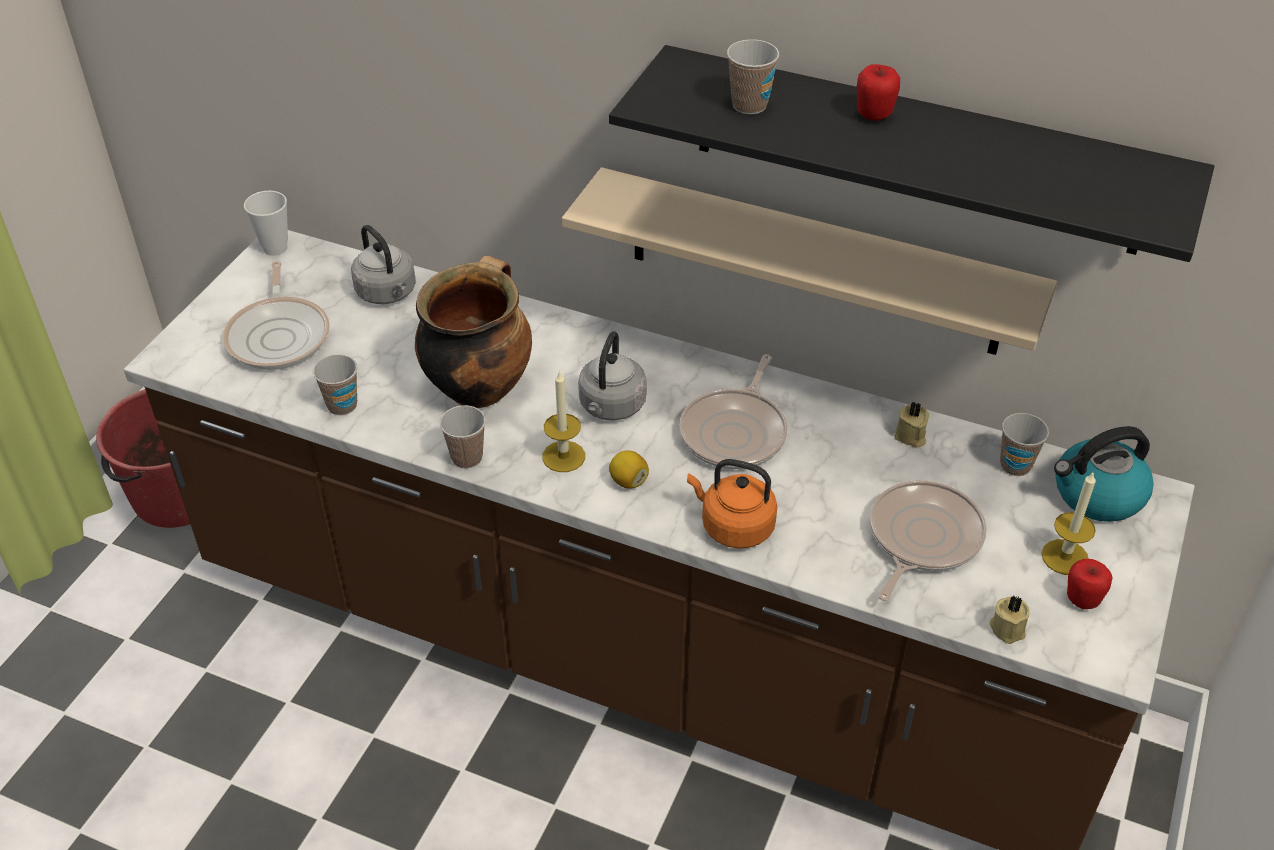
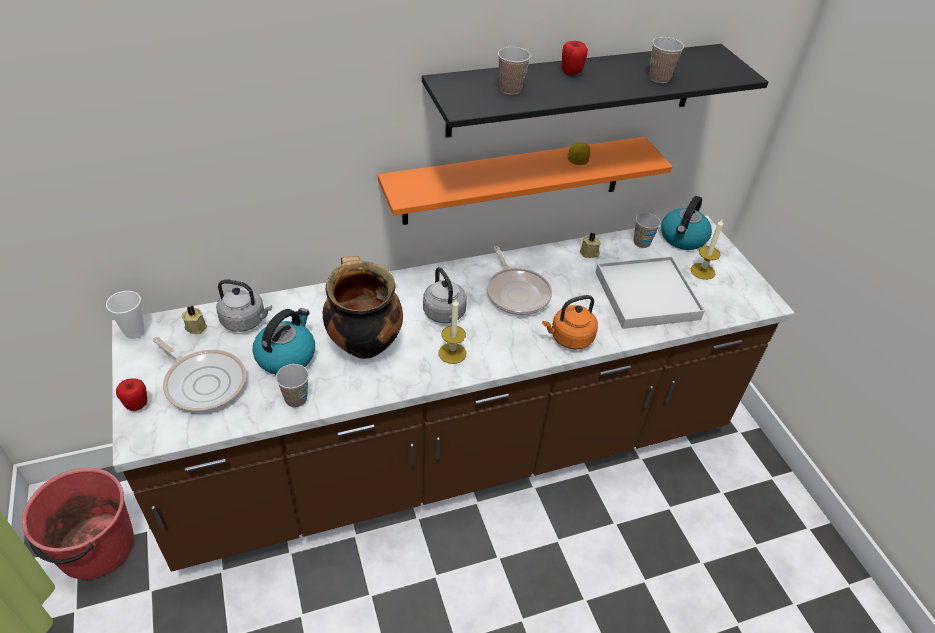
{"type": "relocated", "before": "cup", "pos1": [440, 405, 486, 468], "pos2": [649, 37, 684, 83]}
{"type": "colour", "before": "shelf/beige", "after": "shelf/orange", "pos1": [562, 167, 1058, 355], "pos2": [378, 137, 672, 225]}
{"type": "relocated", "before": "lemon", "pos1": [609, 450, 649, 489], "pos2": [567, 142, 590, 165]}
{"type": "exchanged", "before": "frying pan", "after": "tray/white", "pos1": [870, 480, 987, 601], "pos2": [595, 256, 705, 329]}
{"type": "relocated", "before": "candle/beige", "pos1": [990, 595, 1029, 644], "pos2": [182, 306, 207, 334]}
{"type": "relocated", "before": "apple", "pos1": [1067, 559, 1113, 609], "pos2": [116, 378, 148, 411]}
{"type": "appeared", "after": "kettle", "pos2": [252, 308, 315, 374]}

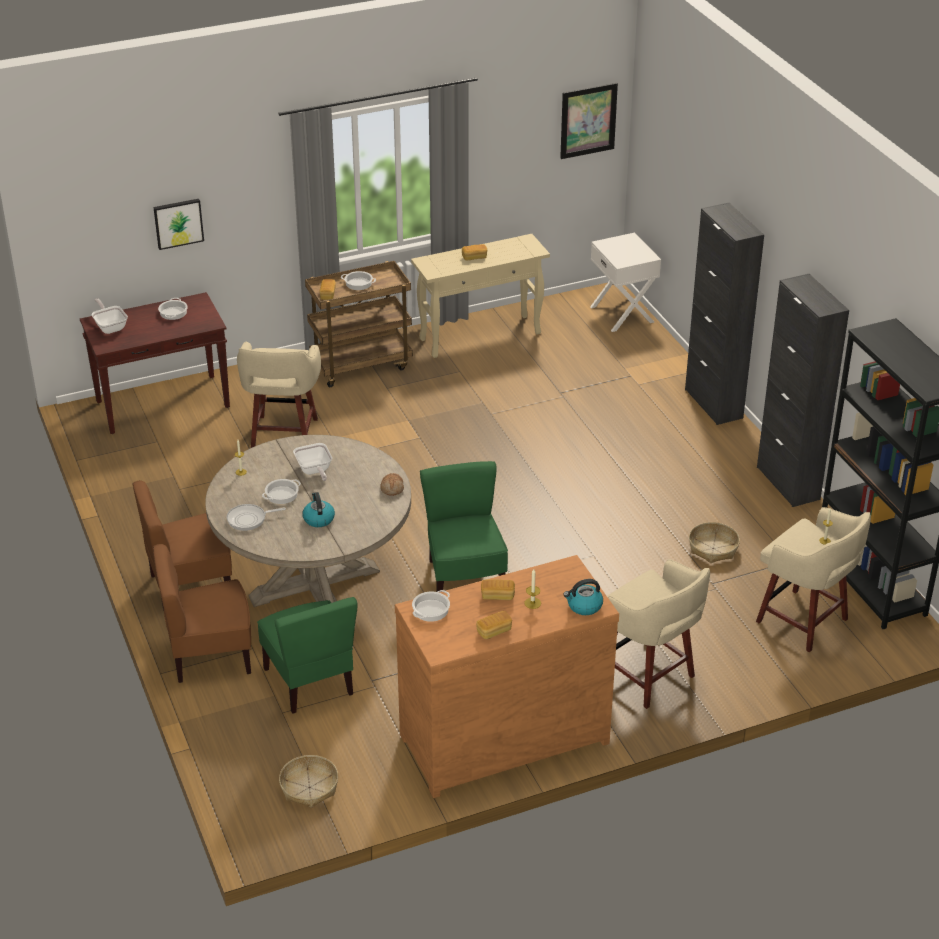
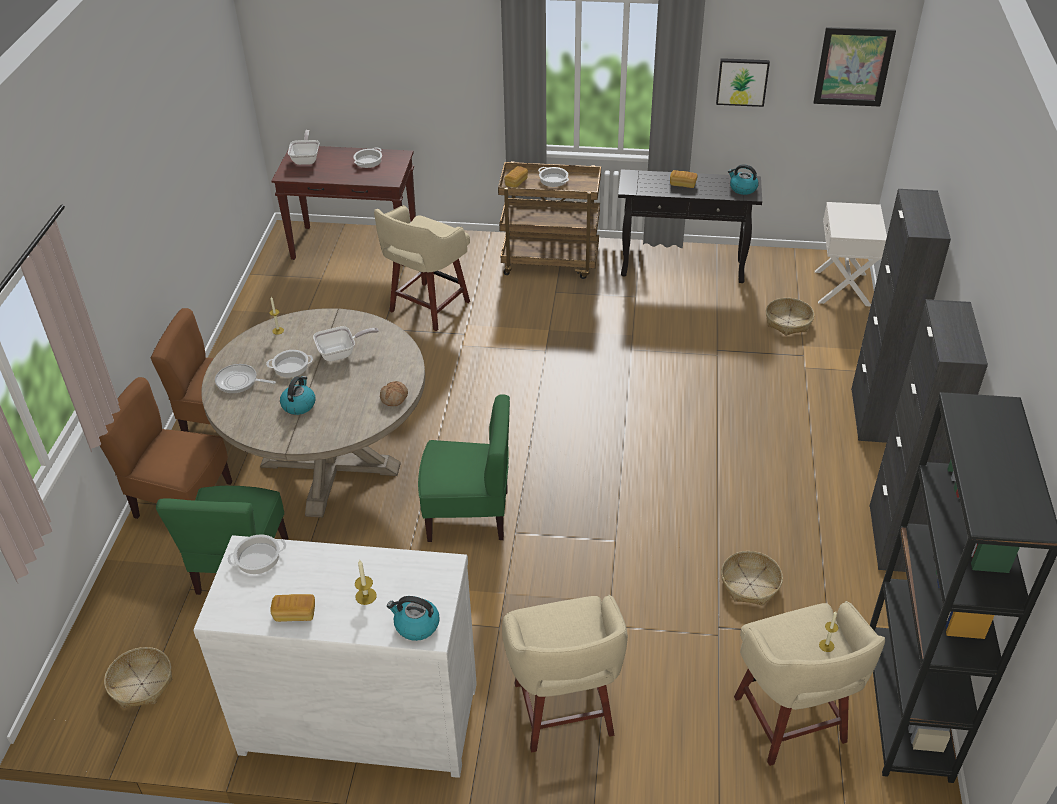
{"type": "relocated", "before": "picture", "pos1": [153, 199, 204, 250], "pos2": [716, 58, 770, 107]}
{"type": "spun", "before": "frying pan", "pos1": [293, 443, 332, 481], "pos2": [313, 326, 379, 361], "turn": -120}
{"type": "colour", "before": "dresser/brown", "after": "dresser/white", "pos1": [395, 555, 619, 798], "pos2": [193, 535, 477, 778]}
{"type": "colour", "before": "console table/beige", "after": "console table/black", "pos1": [411, 234, 550, 358], "pos2": [618, 169, 762, 283]}
{"type": "spun", "before": "chair/green", "pos1": [420, 461, 508, 592], "pos2": [418, 394, 510, 542], "turn": 75}
{"type": "missing", "before": "bread", "pos1": [481, 579, 515, 600]}
{"type": "appeared", "after": "kettle", "pos2": [728, 164, 759, 195]}
{"type": "appeared", "after": "basket", "pos2": [766, 298, 814, 336]}

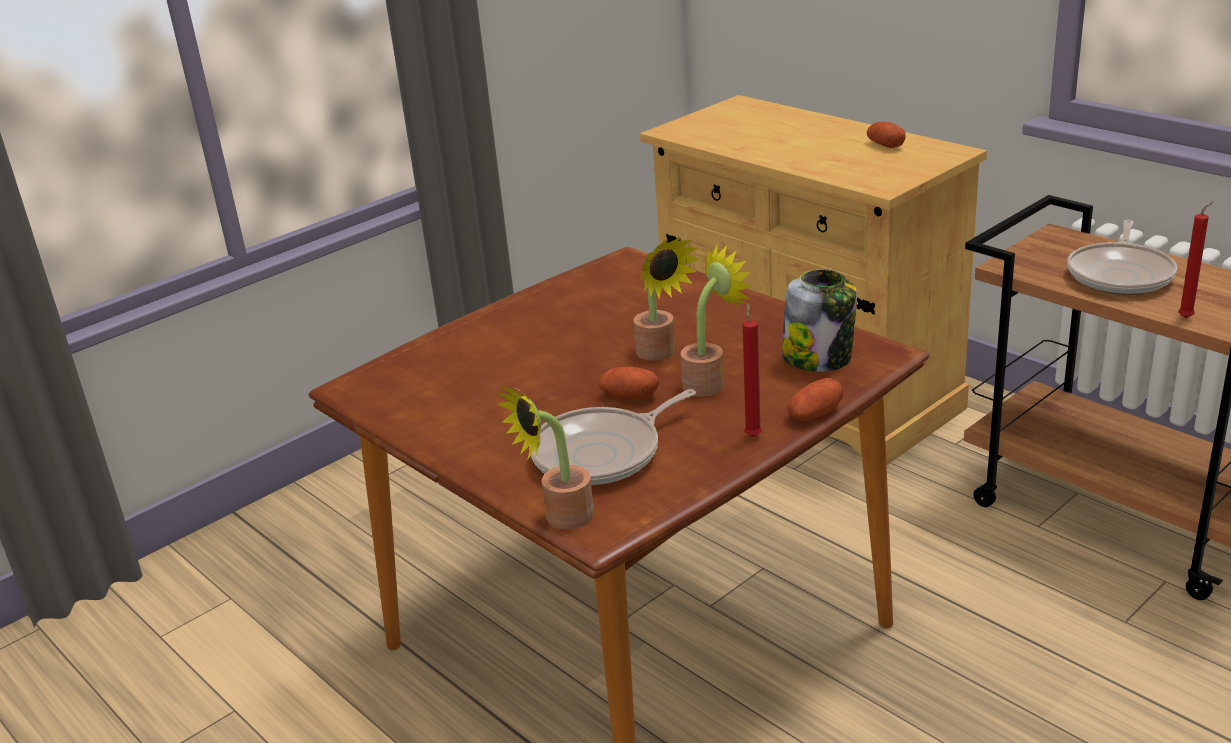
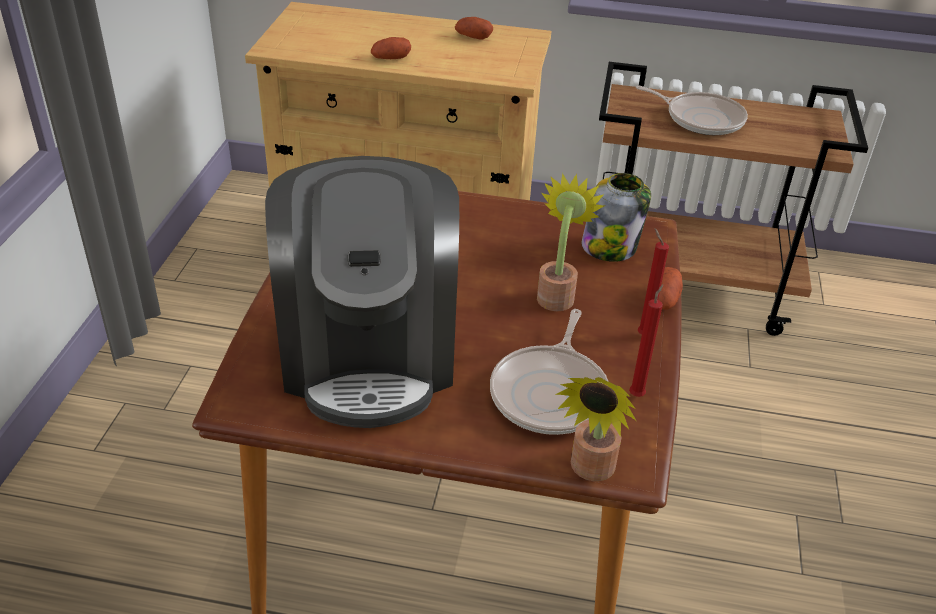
{"type": "relocated", "before": "potato", "pos1": [599, 366, 659, 400], "pos2": [371, 37, 411, 59]}
{"type": "missing", "before": "potted plant", "pos1": [634, 237, 700, 361]}
{"type": "spun", "before": "frying pan", "pos1": [1067, 220, 1177, 295], "pos2": [636, 86, 748, 135], "turn": -45}
{"type": "relocated", "before": "candle/red", "pos1": [1178, 201, 1214, 318], "pos2": [629, 284, 663, 397]}
{"type": "appeared", "after": "coffee machine", "pos2": [265, 156, 459, 428]}

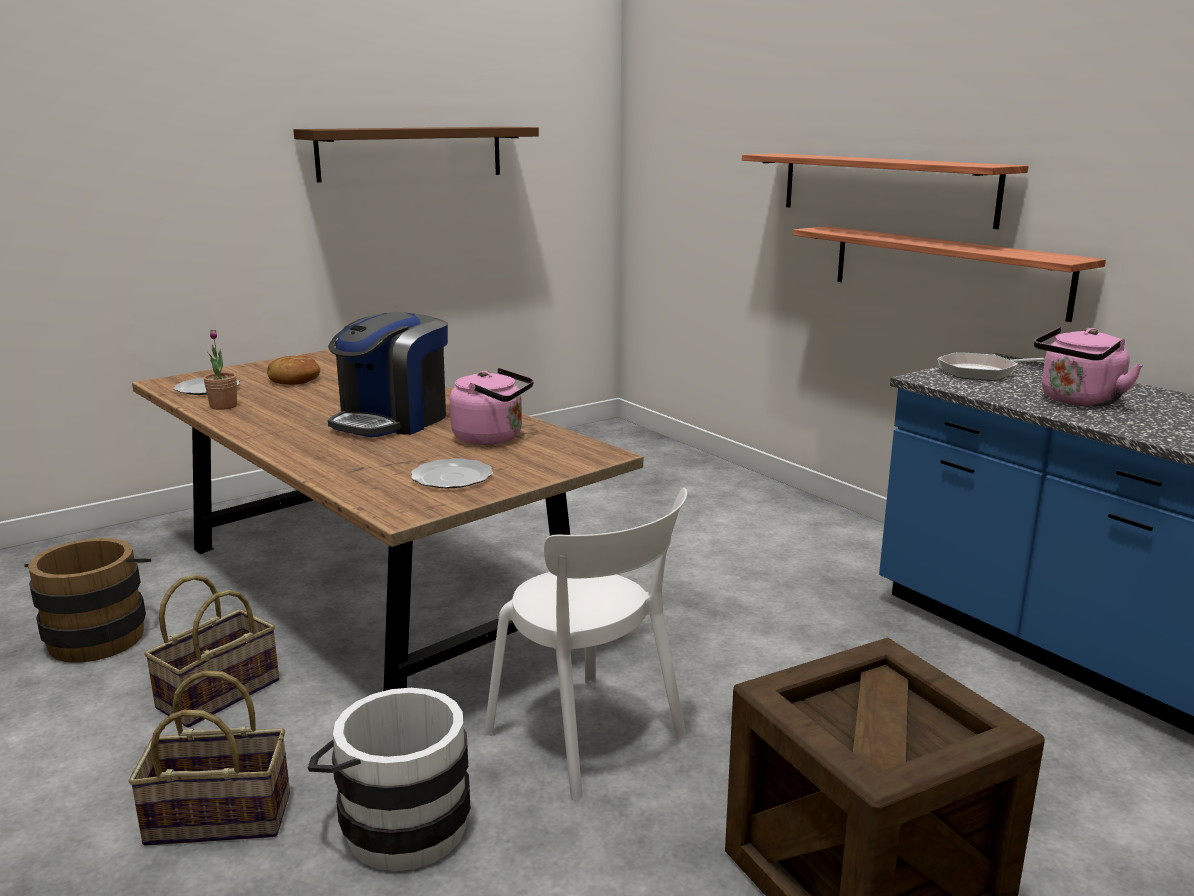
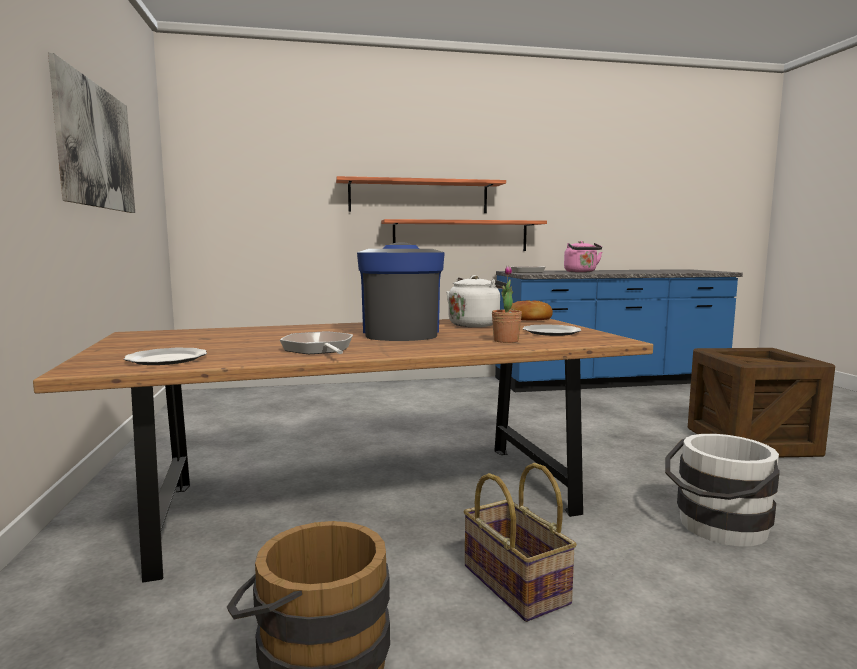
{"type": "missing", "before": "basket", "pos1": [128, 670, 290, 846]}
{"type": "relocated", "before": "potted plant", "pos1": [204, 330, 237, 410], "pos2": [492, 266, 522, 343]}
{"type": "relocated", "before": "bread", "pos1": [267, 355, 320, 385], "pos2": [510, 300, 553, 321]}
{"type": "exchanged", "before": "shelf/brown", "after": "picture", "pos1": [293, 127, 539, 182], "pos2": [48, 53, 135, 213]}
{"type": "spun", "before": "coffee machine", "pos1": [328, 312, 448, 438], "pos2": [357, 243, 445, 341], "turn": -150}
{"type": "colour", "before": "kettle/pink", "after": "kettle/white", "pos1": [450, 368, 534, 445], "pos2": [446, 275, 507, 327]}
{"type": "missing", "before": "chair/white", "pos1": [484, 488, 687, 801]}
{"type": "appeared", "after": "frying pan", "pos2": [280, 331, 353, 354]}

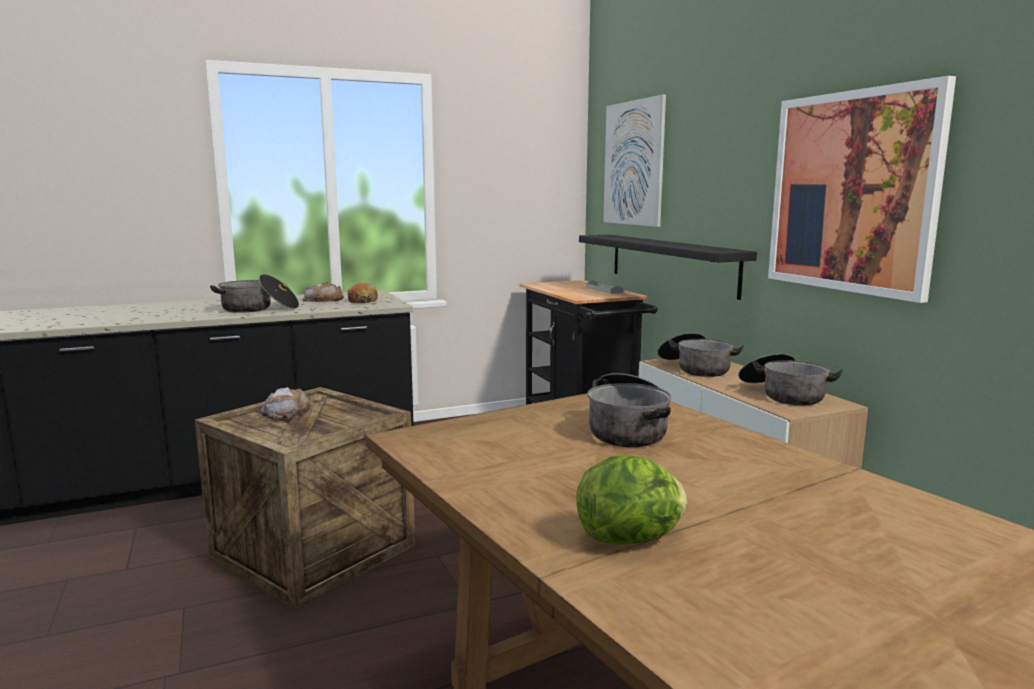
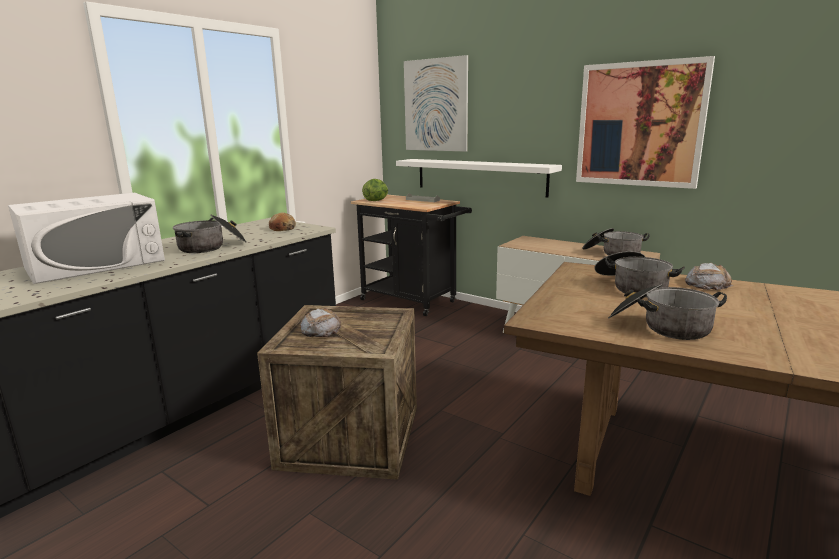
{"type": "relocated", "before": "bread", "pos1": [303, 282, 343, 302], "pos2": [685, 263, 733, 290]}
{"type": "relocated", "before": "lettuce", "pos1": [576, 455, 687, 545], "pos2": [362, 179, 388, 201]}
{"type": "colour", "before": "shelf/black", "after": "shelf/white", "pos1": [579, 235, 757, 300], "pos2": [396, 159, 562, 198]}
{"type": "relocated", "before": "cooking pot", "pos1": [657, 333, 744, 377], "pos2": [608, 284, 727, 340]}
{"type": "appeared", "after": "microwave/white", "pos2": [8, 193, 165, 284]}

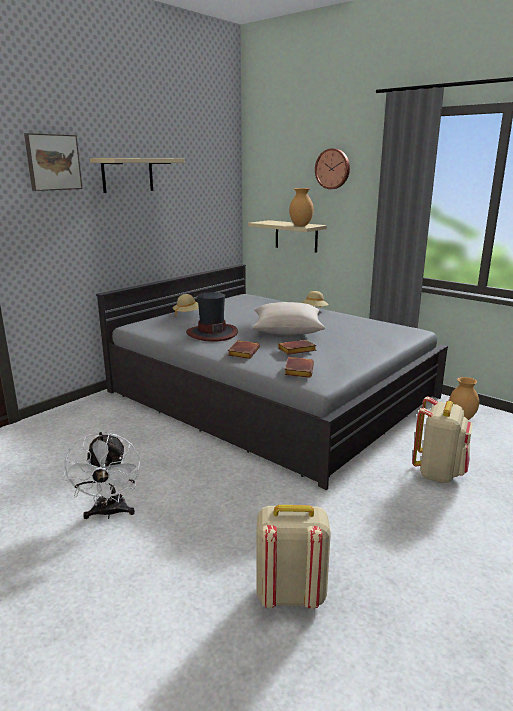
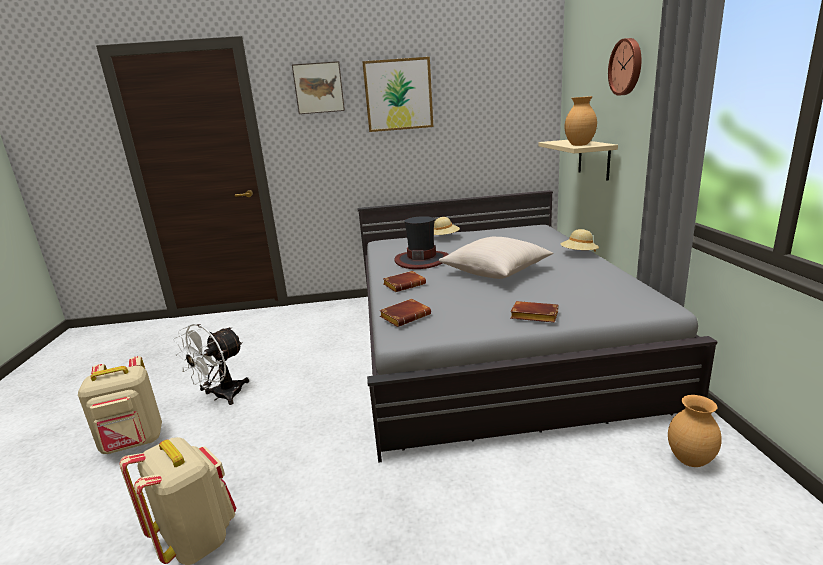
{"type": "exchanged", "before": "shelf/beige", "after": "picture", "pos1": [90, 158, 185, 193], "pos2": [362, 57, 433, 132]}
{"type": "relocated", "before": "book/brown", "pos1": [278, 340, 317, 354], "pos2": [510, 301, 558, 323]}
{"type": "relocated", "before": "backpack/beige", "pos1": [412, 397, 473, 483], "pos2": [78, 356, 162, 454]}

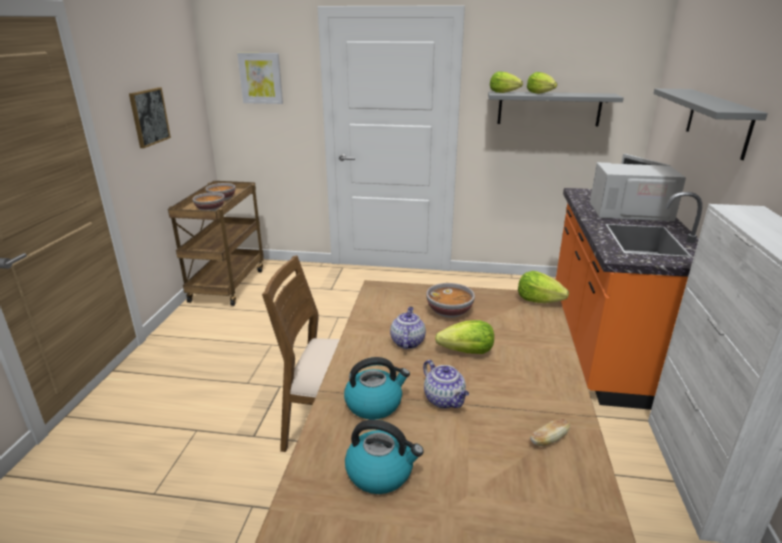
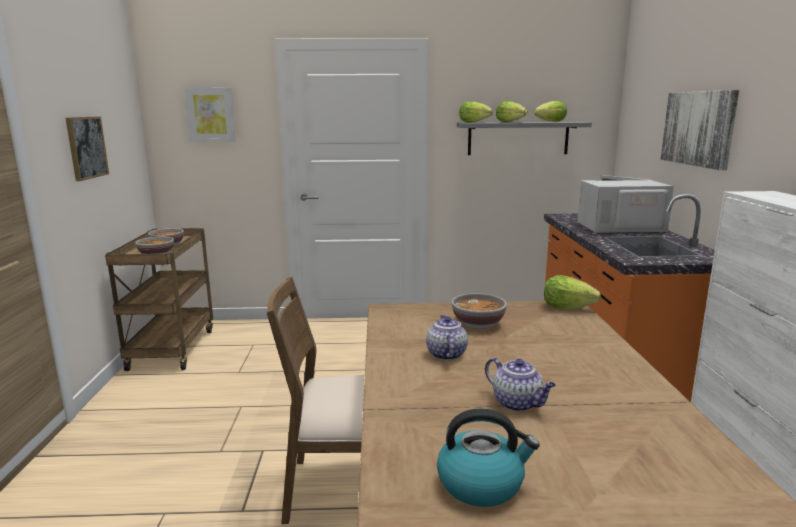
{"type": "missing", "before": "kettle", "pos1": [344, 357, 410, 420]}
{"type": "relocated", "before": "lettuce", "pos1": [435, 320, 494, 354], "pos2": [534, 101, 567, 122]}
{"type": "missing", "before": "bread", "pos1": [530, 419, 570, 446]}
{"type": "exchanged", "before": "shelf/grey", "after": "picture", "pos1": [653, 88, 768, 160], "pos2": [661, 90, 739, 170]}

